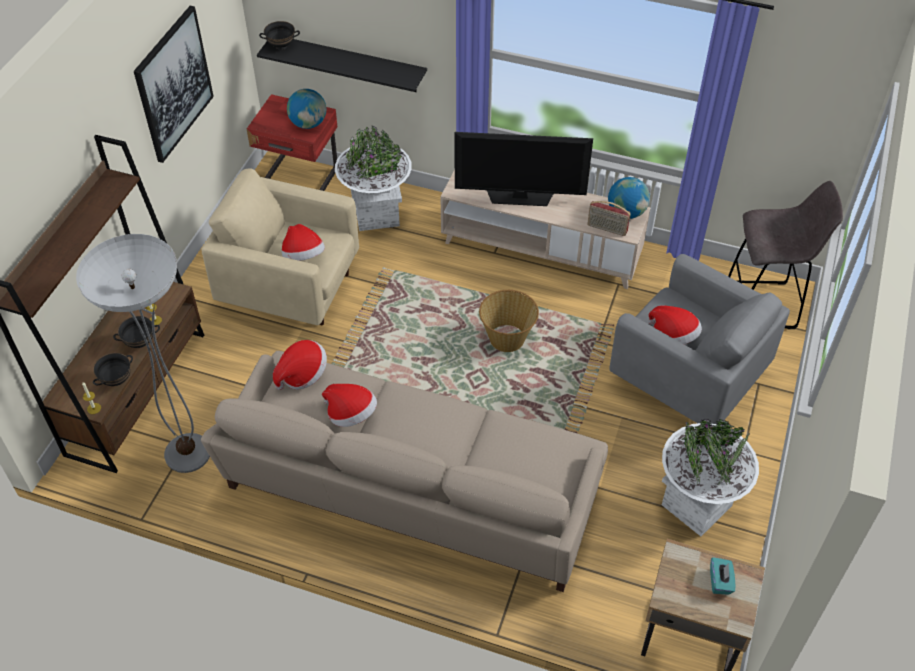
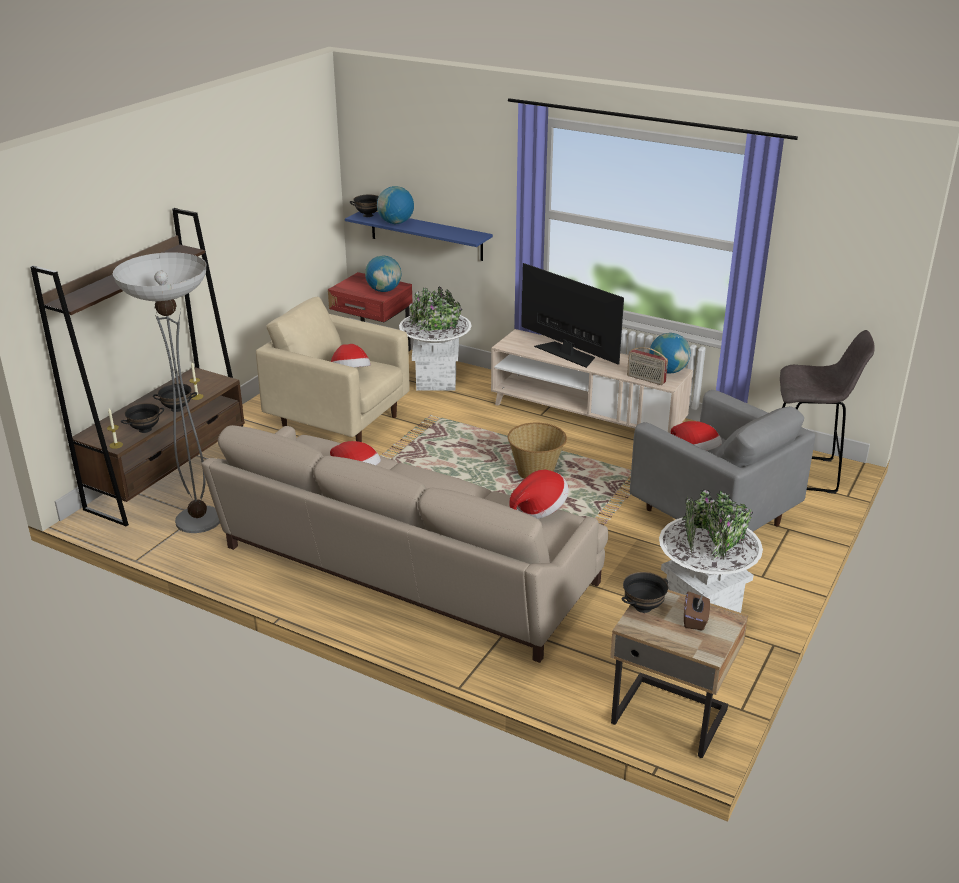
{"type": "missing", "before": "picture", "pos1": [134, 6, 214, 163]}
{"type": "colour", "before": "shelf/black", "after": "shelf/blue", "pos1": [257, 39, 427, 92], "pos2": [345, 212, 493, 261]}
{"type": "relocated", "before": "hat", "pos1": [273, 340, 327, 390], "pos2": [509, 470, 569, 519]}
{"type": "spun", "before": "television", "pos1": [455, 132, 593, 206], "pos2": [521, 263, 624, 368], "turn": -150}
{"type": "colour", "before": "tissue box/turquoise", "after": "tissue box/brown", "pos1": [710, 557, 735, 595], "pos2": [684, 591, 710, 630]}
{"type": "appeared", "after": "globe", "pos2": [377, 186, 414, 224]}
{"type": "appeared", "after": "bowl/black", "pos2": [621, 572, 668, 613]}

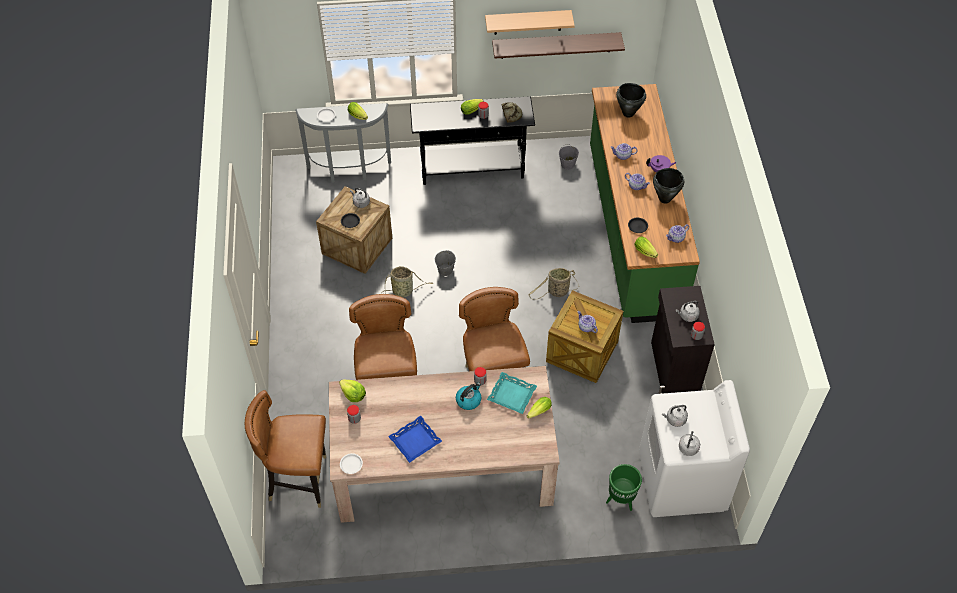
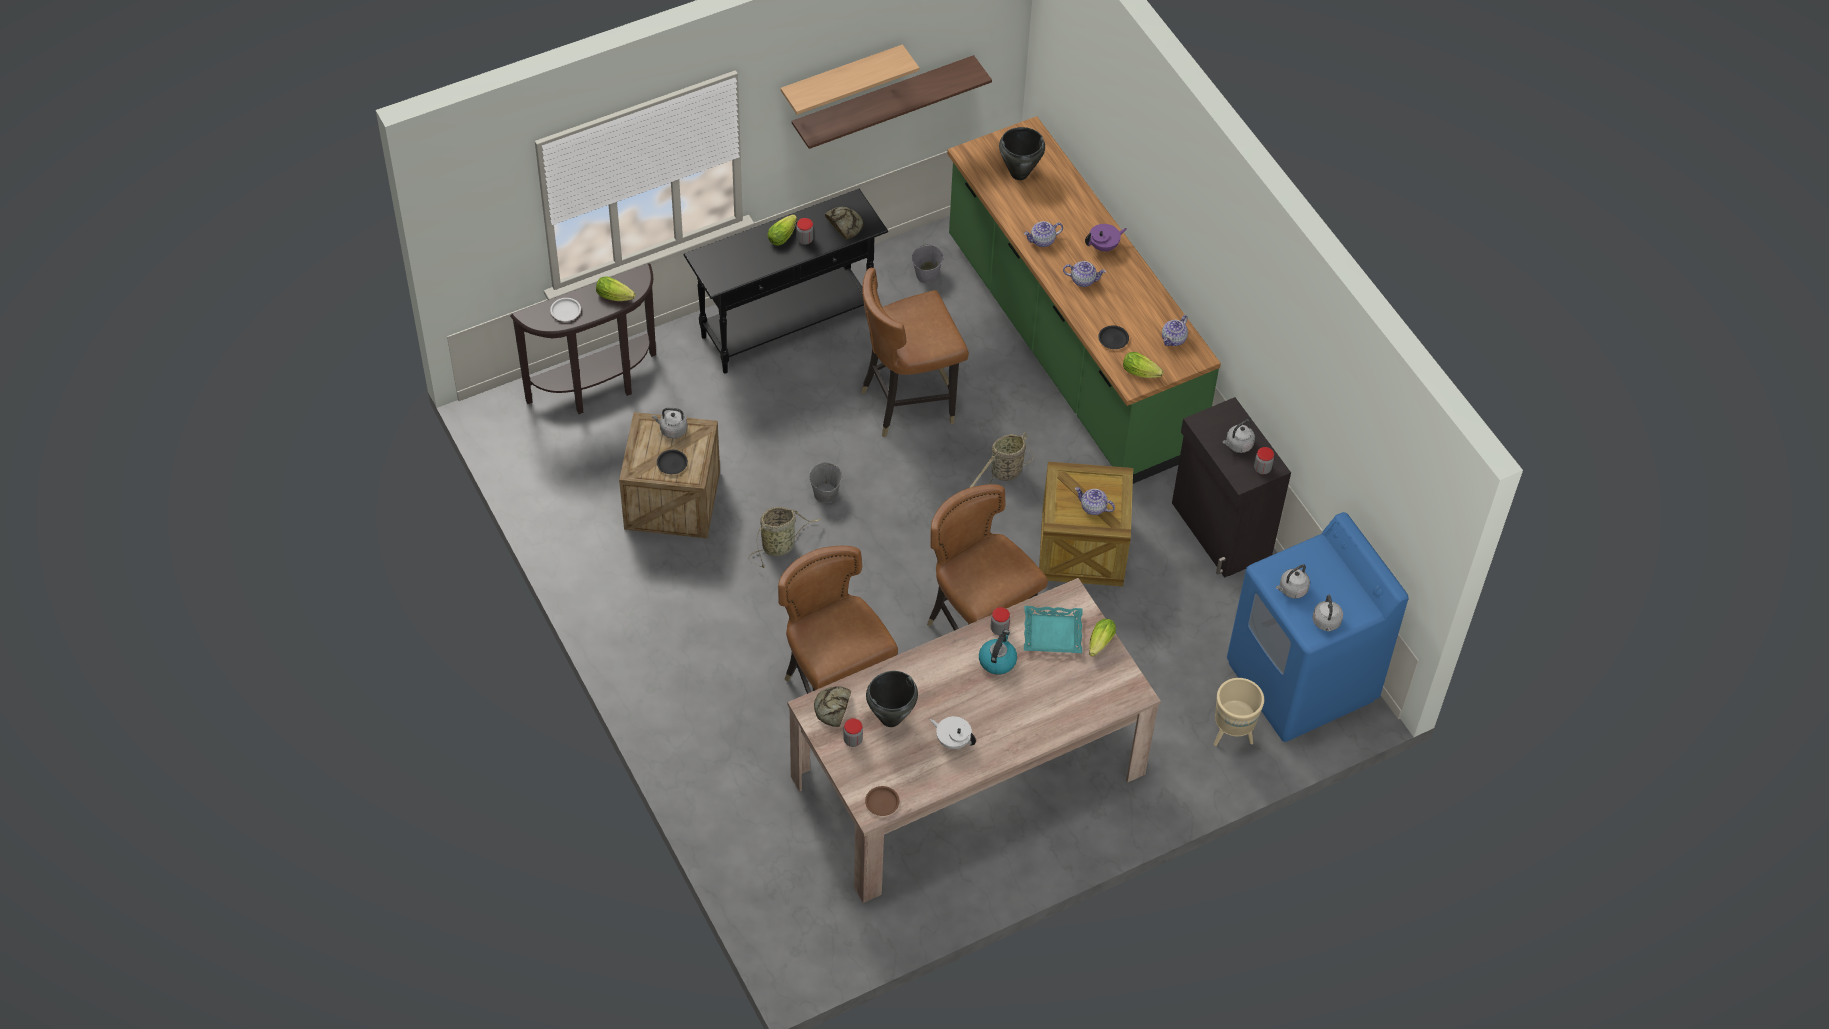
{"type": "relocated", "before": "chair/brown", "pos1": [245, 390, 326, 508], "pos2": [861, 268, 969, 438]}
{"type": "colour", "before": "console table/grey", "after": "console table/brown", "pos1": [295, 103, 391, 183], "pos2": [510, 263, 656, 414]}
{"type": "exchanged", "before": "lettuce", "after": "bread", "pos1": [339, 380, 366, 402], "pos2": [814, 686, 851, 727]}
{"type": "colour", "before": "plate/white", "after": "plate/brown", "pos1": [340, 453, 363, 474], "pos2": [865, 786, 899, 816]}
{"type": "exchanged", "before": "tray/blue", "after": "teapot/white", "pos1": [388, 416, 442, 463], "pos2": [930, 716, 976, 749]}
{"type": "colour", "before": "planter/green", "after": "planter/beige", "pos1": [606, 464, 642, 511], "pos2": [1214, 678, 1264, 746]}
{"type": "colour", "before": "washing machine/white", "after": "washing machine/blue", "pos1": [639, 380, 750, 517], "pos2": [1227, 512, 1409, 742]}
{"type": "relocated", "before": "cooking pot/black", "pos1": [653, 168, 684, 204], "pos2": [866, 671, 918, 727]}

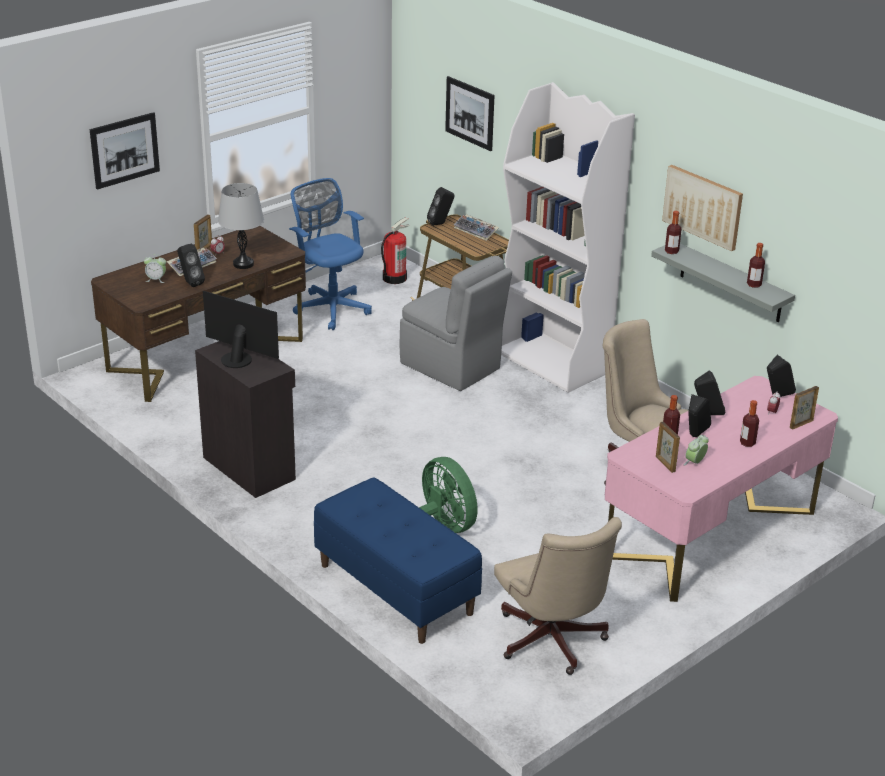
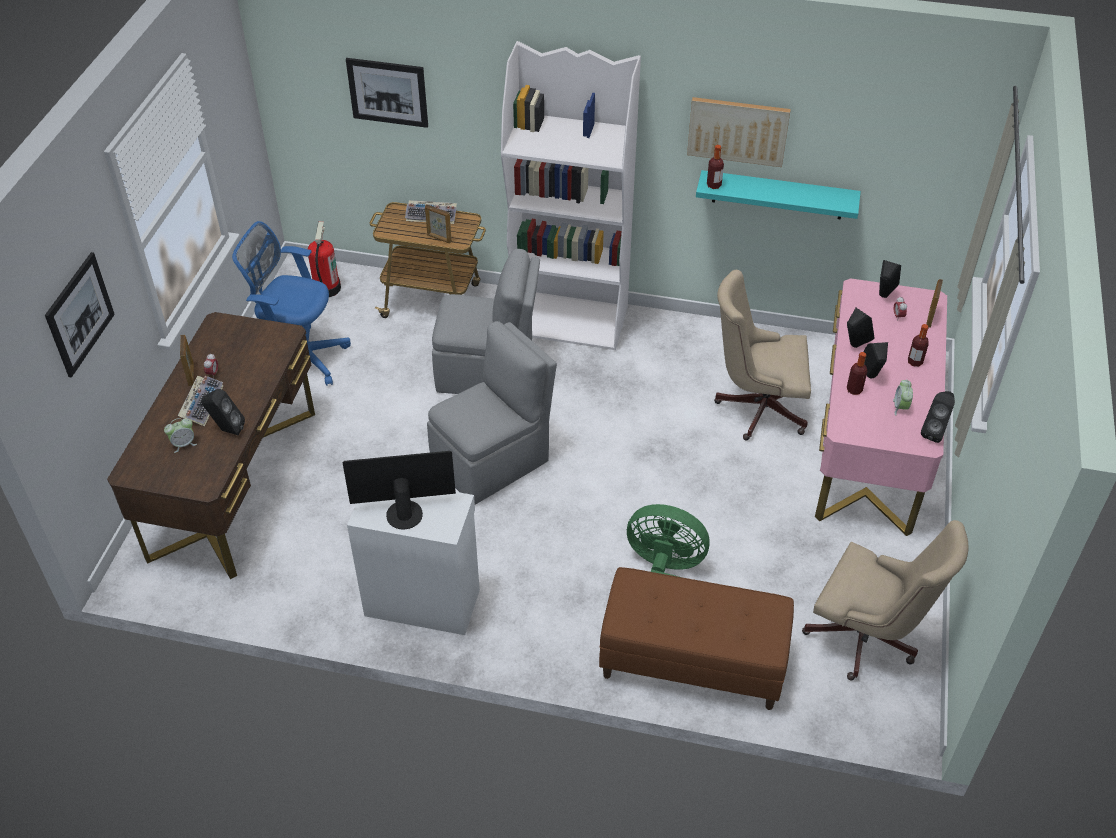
{"type": "colour", "before": "cabinet/black", "after": "cabinet/white", "pos1": [195, 341, 296, 498], "pos2": [347, 492, 480, 635]}
{"type": "missing", "before": "table lamp/grey", "pos1": [218, 183, 264, 269]}
{"type": "colour", "before": "bench/blue", "after": "bench/brown", "pos1": [314, 477, 482, 644], "pos2": [599, 567, 794, 710]}
{"type": "relocated", "before": "speaker/black", "pos1": [427, 187, 454, 226], "pos2": [921, 391, 955, 443]}
{"type": "colour", "before": "shelf/grey", "after": "shelf/turquoise", "pos1": [651, 243, 795, 322], "pos2": [696, 170, 861, 219]}
{"type": "relocated", "before": "picture frame", "pos1": [656, 422, 680, 473], "pos2": [425, 204, 452, 244]}
{"type": "missing", "before": "bottle", "pos1": [747, 243, 765, 288]}
{"type": "appeared", "after": "chair/grey", "pos2": [427, 321, 557, 505]}

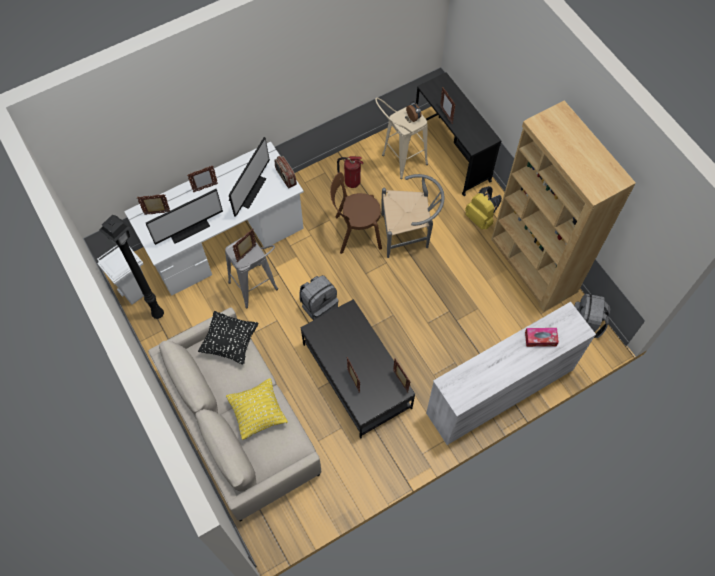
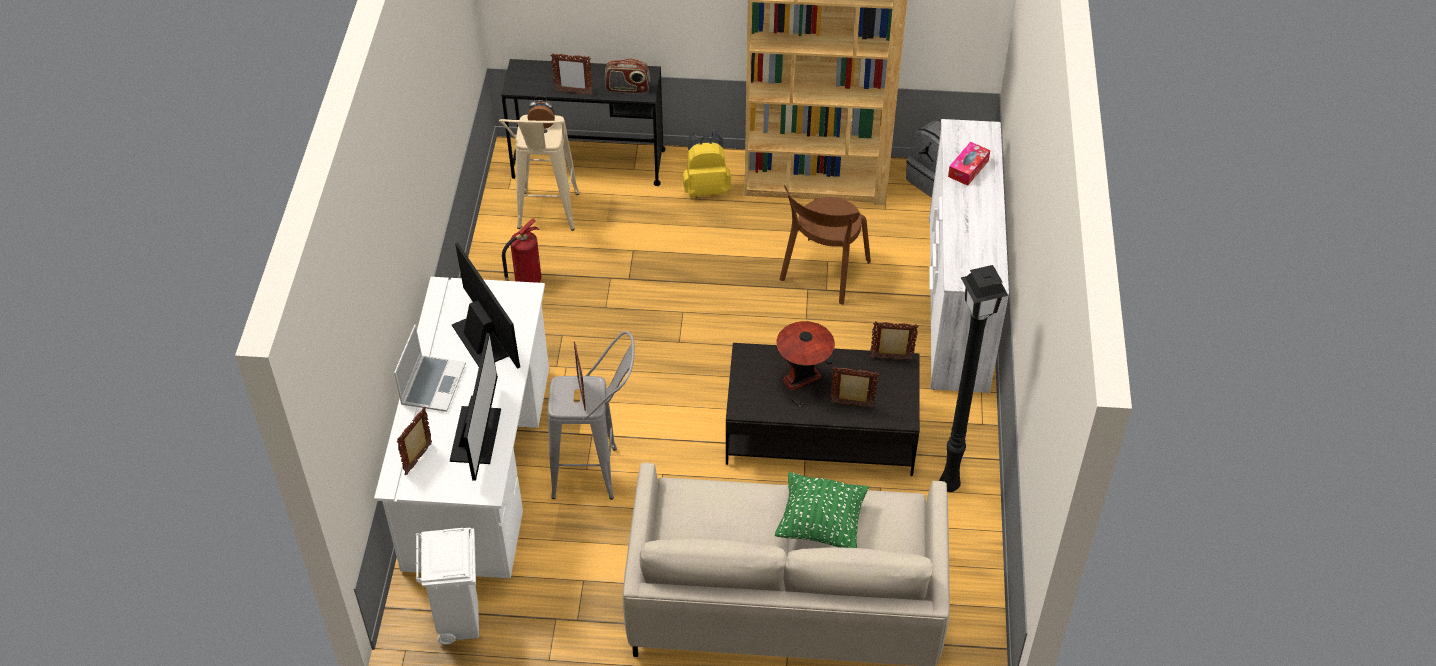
{"type": "relocated", "before": "floor lamp/black", "pos1": [99, 214, 164, 319], "pos2": [939, 265, 1008, 492]}
{"type": "exchanged", "before": "picture frame", "after": "laptop", "pos1": [187, 166, 218, 193], "pos2": [394, 325, 466, 412]}
{"type": "missing", "before": "pillow/black", "pos1": [198, 311, 258, 364]}
{"type": "colour", "before": "pillow/yellow", "after": "pillow/green", "pos1": [226, 378, 288, 440], "pos2": [775, 472, 869, 548]}
{"type": "relocated", "before": "radio", "pos1": [275, 156, 297, 188], "pos2": [605, 58, 650, 94]}
{"type": "missing", "before": "backpack/grey", "pos1": [300, 275, 338, 320]}
{"type": "relocated", "before": "chair/brown", "pos1": [330, 172, 382, 254], "pos2": [779, 185, 871, 305]}
{"type": "missing", "before": "chair/grey", "pos1": [381, 174, 444, 258]}
{"type": "appeared", "after": "table lamp", "pos2": [764, 321, 835, 407]}

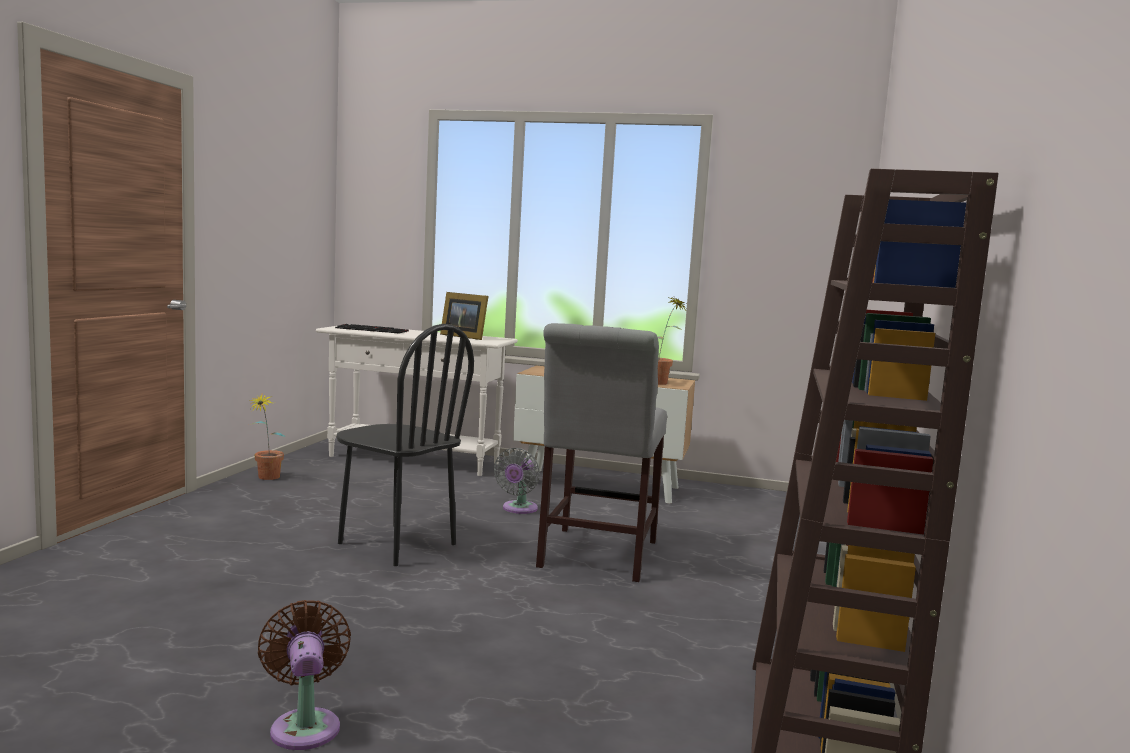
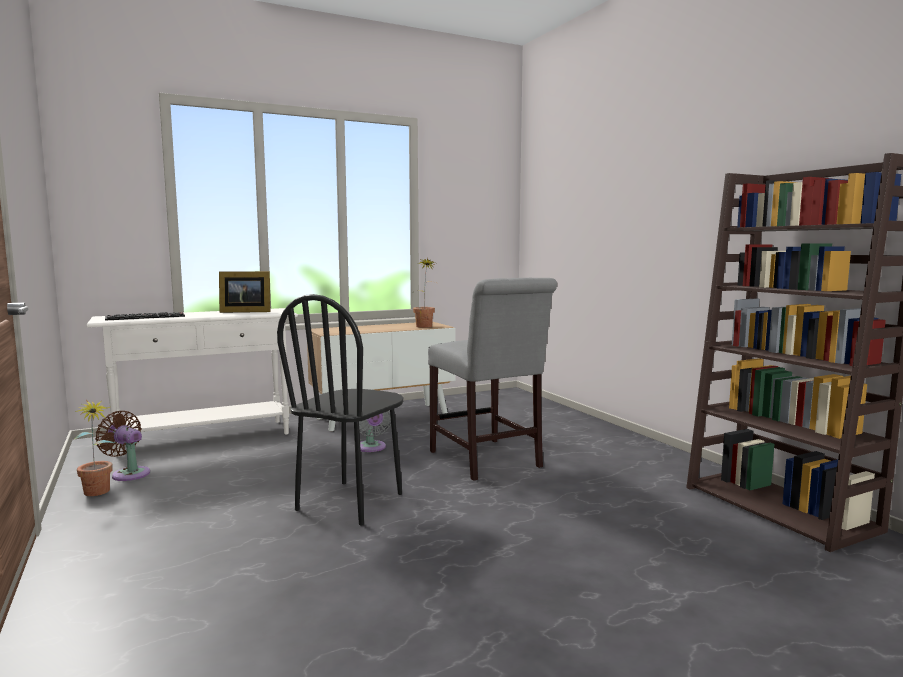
{"type": "relocated", "before": "fan/brown", "pos1": [258, 600, 351, 750], "pos2": [95, 411, 150, 481]}
{"type": "spun", "before": "chair/black", "pos1": [337, 324, 474, 566], "pos2": [277, 294, 404, 525], "turn": 120}

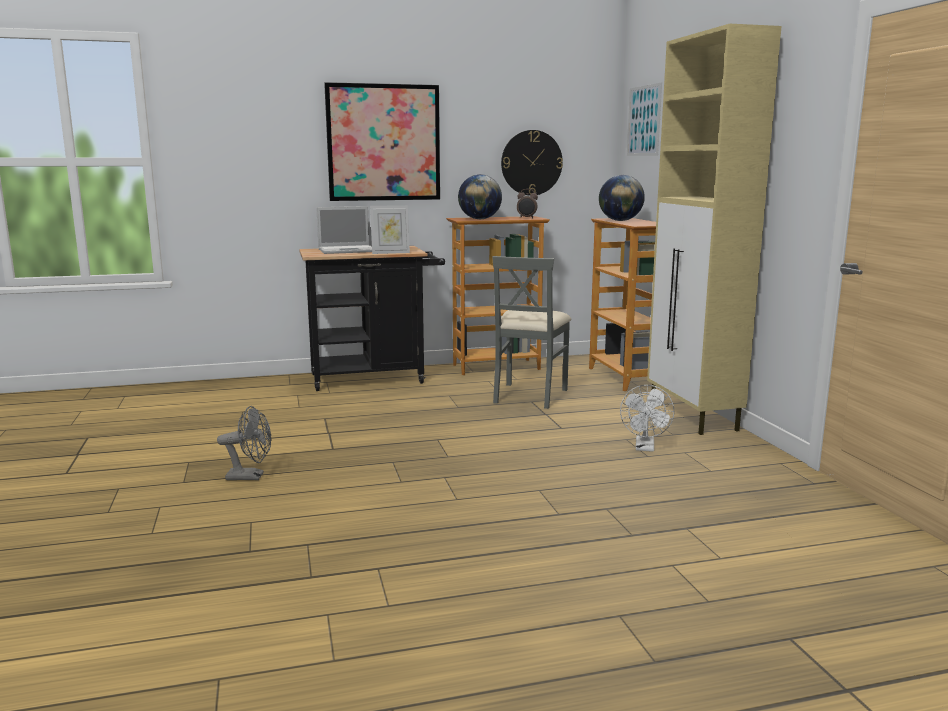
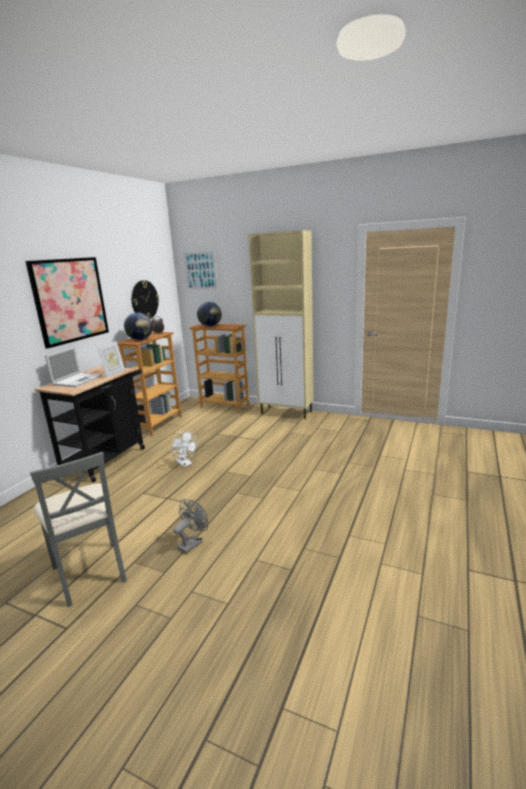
{"type": "relocated", "before": "chair/grey", "pos1": [492, 256, 571, 409], "pos2": [30, 452, 127, 607]}
{"type": "relocated", "before": "fan/white", "pos1": [620, 385, 674, 452], "pos2": [171, 431, 197, 467]}

